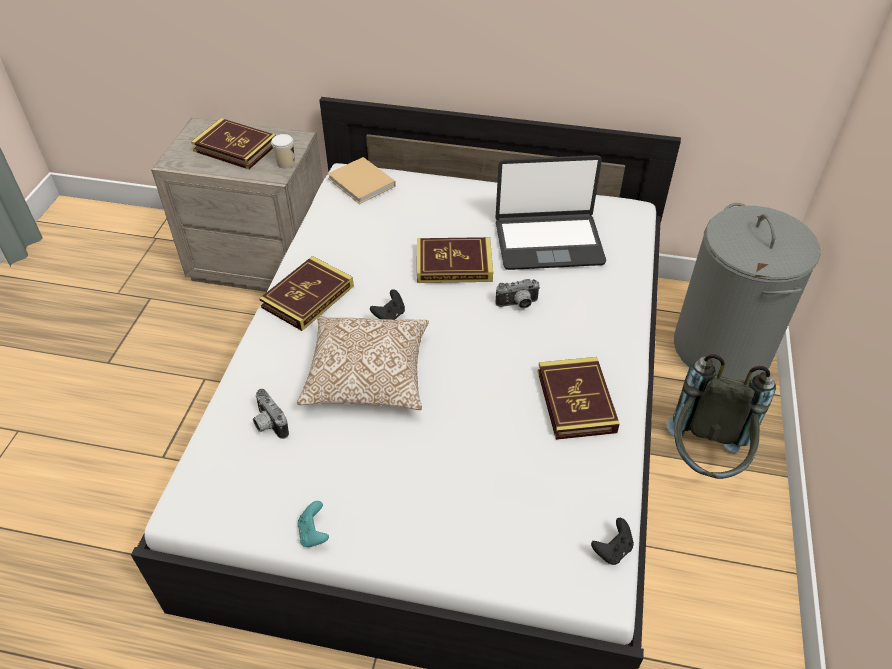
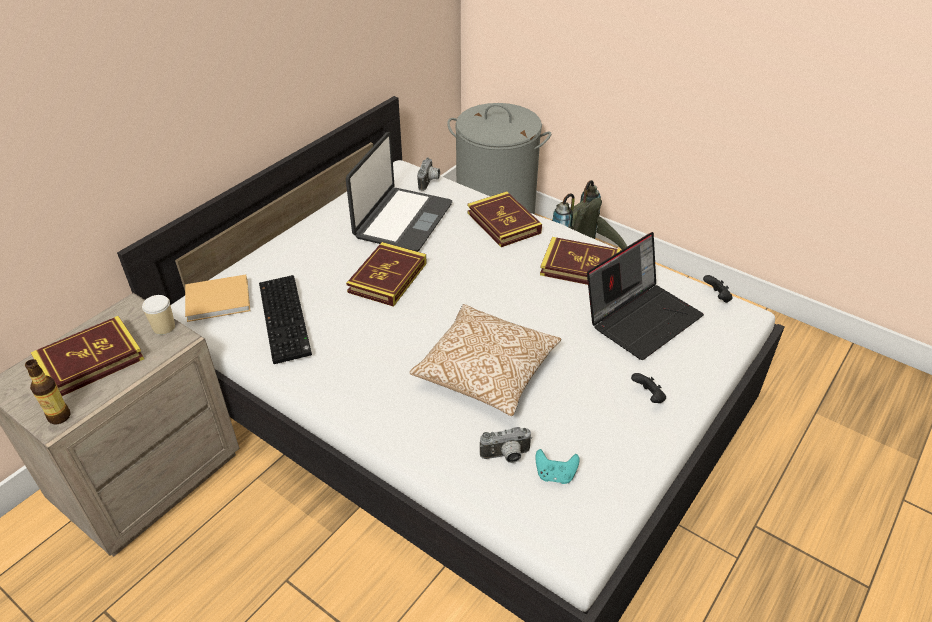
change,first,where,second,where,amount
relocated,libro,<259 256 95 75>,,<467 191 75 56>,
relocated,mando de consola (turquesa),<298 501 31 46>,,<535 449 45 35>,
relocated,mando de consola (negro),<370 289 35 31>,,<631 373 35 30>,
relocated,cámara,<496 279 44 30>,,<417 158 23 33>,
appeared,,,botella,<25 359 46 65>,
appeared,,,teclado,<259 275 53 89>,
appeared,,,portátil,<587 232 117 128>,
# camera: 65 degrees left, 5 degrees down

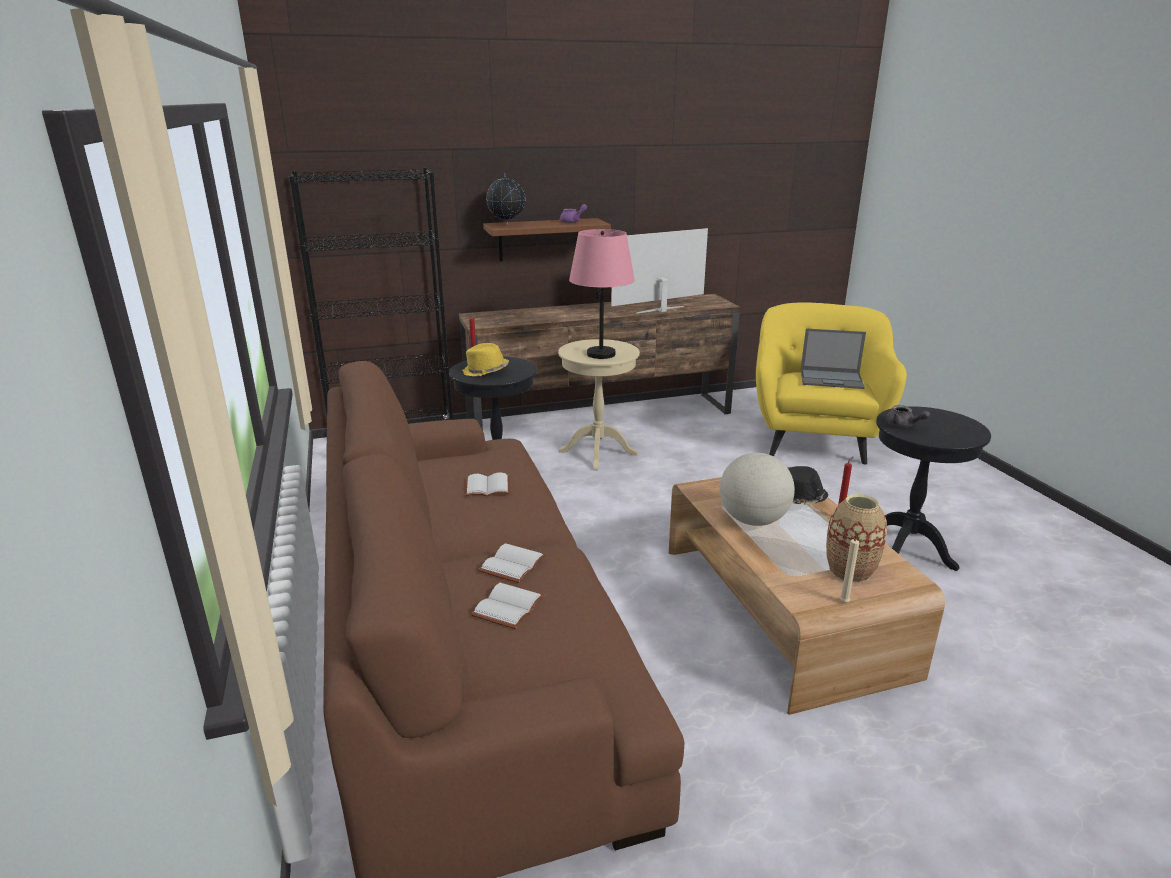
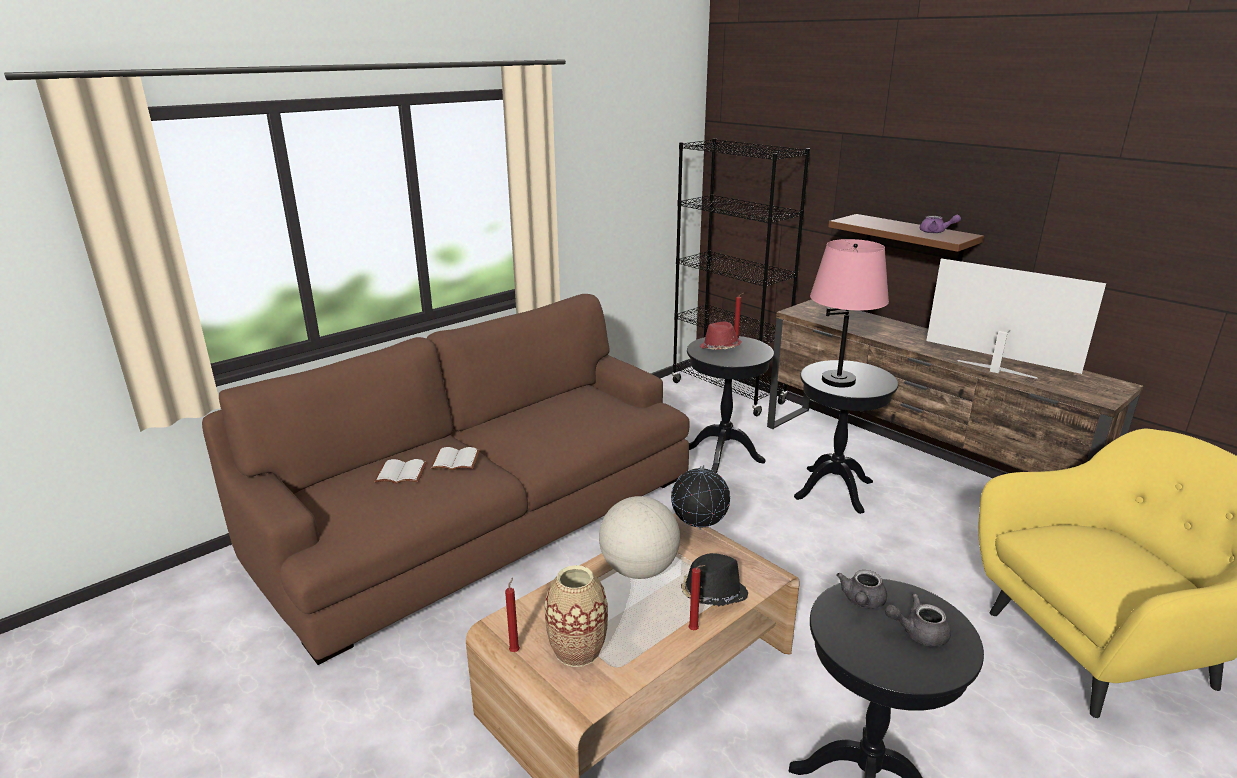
change,first,where,second,where,amount
colour,sombrero (amarillo),<462 343 47 33>,sombrero (rojo),<699 321 43 29>,
missing,libro (blanco),<465 473 45 23>,,,
relocated,globo terráqueo,<486 173 40 52>,,<671 465 59 65>,
colour,mesa auxiliar (beis),<558 339 82 131>,mesa auxiliar (negro),<794 360 104 154>,
missing,portátil,<801 329 65 60>,,,
colour,vela (beis),<840 531 19 72>,vela (rojo),<505 578 15 74>,
appeared,,,tetera (gris),<885 594 66 53>,
# camera: 65 degrees right, 0 degrees up

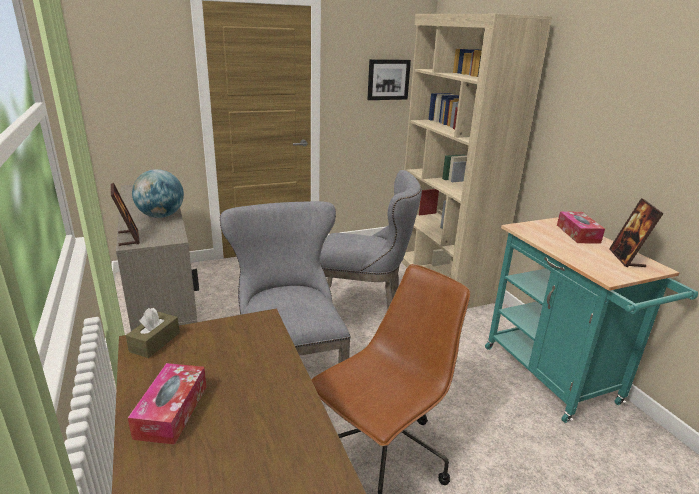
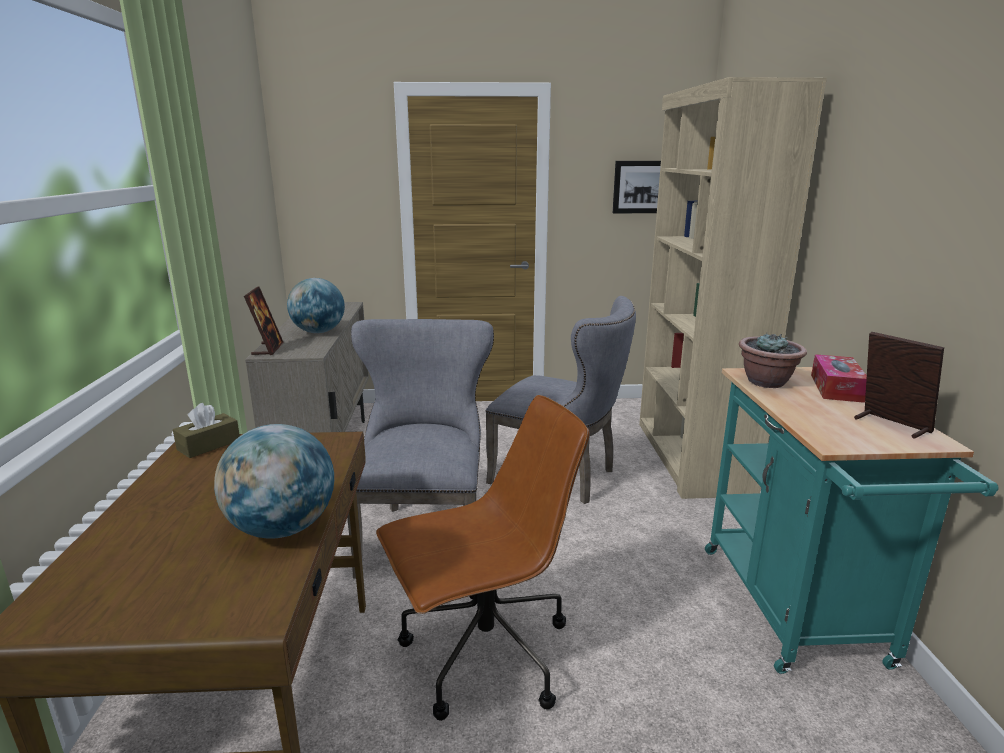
change,first,where,second,where,amount
missing,caja de pañuelos,<128 363 79 82>,,,
spun,portarretratos,<609 198 55 69>,,<854 332 90 107>,120 degrees clockwise
appeared,,,globo terráqueo,<214 424 120 115>,
appeared,,,planta en maceta,<739 334 68 54>,
# camera: 20 degrees right, 5 degrees down

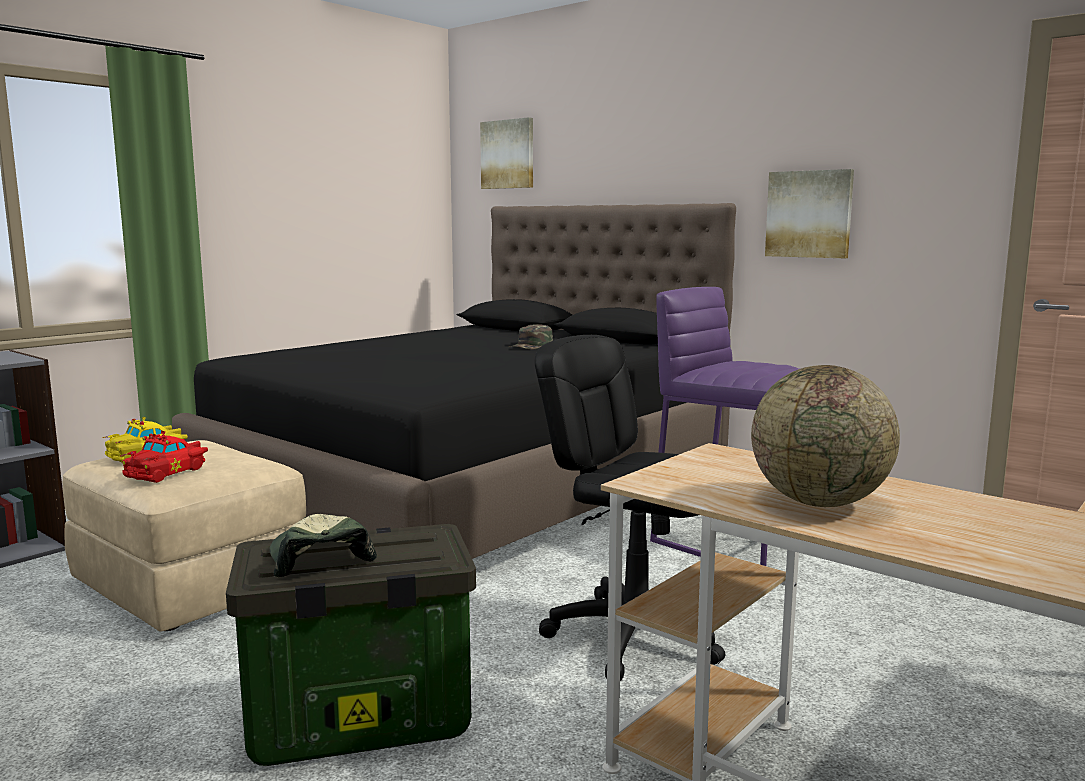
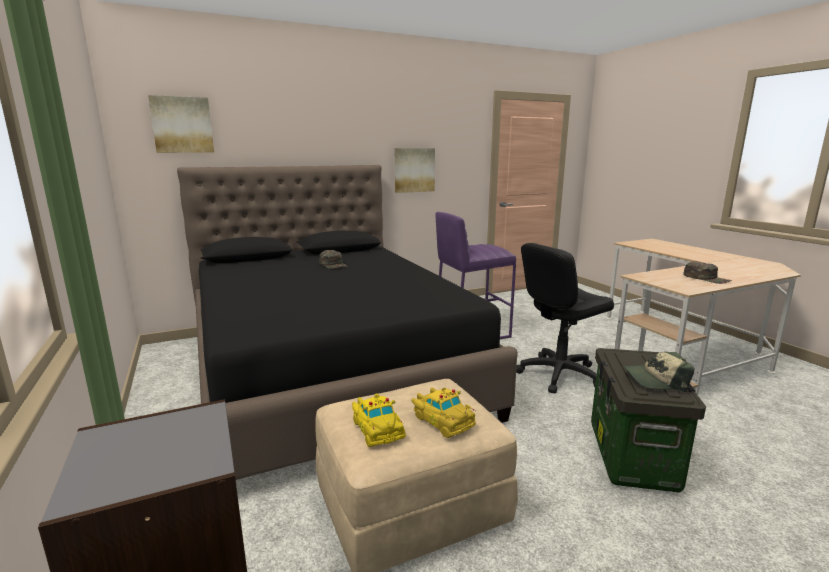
change,first,where,second,where,amount
colour,coche de juguete (rojo),<120 431 88 52>,coche de juguete (amarillo),<411 388 65 50>,
exchanged,globo terráqueo,<751 365 149 142>,gorra (verde),<683 261 49 23>,
# camera: 65 degrees left, 5 degrees up

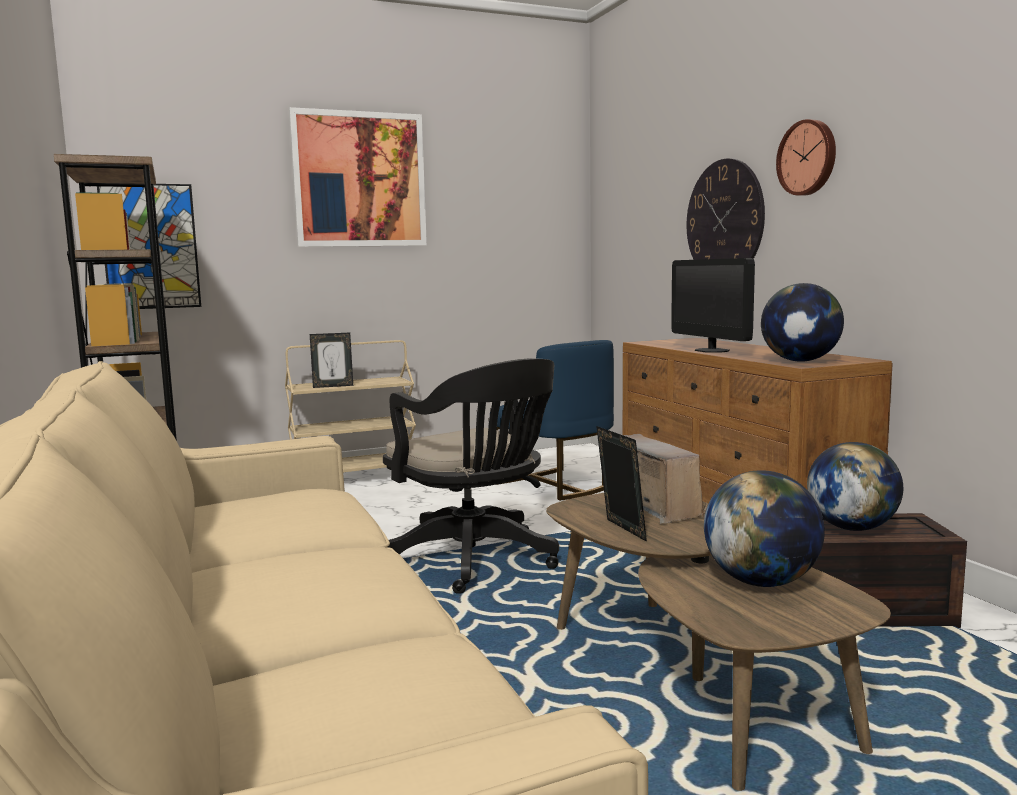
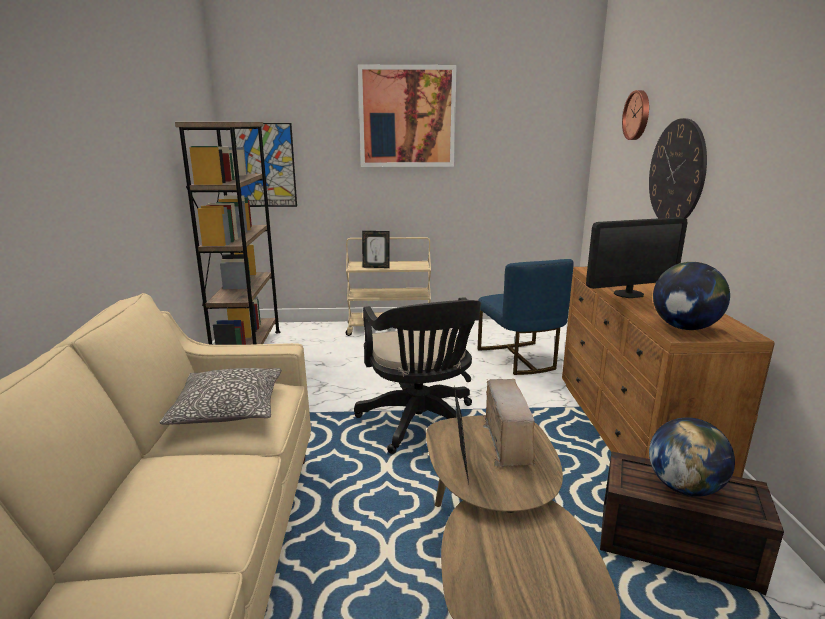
change,first,where,second,where,amount
spun,monitor,<671 258 84 95>,,<586 217 101 81>,105 degrees counterclockwise
missing,globo terráqueo,<704 470 121 117>,,,
relocated,reloj de pared,<776 119 60 77>,,<622 90 27 50>,
appeared,,,cojín,<159 368 123 57>,
# camera: 20 degrees right, 10 degrees up

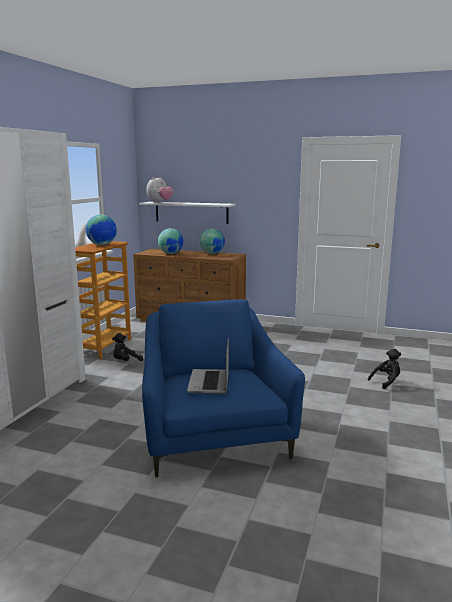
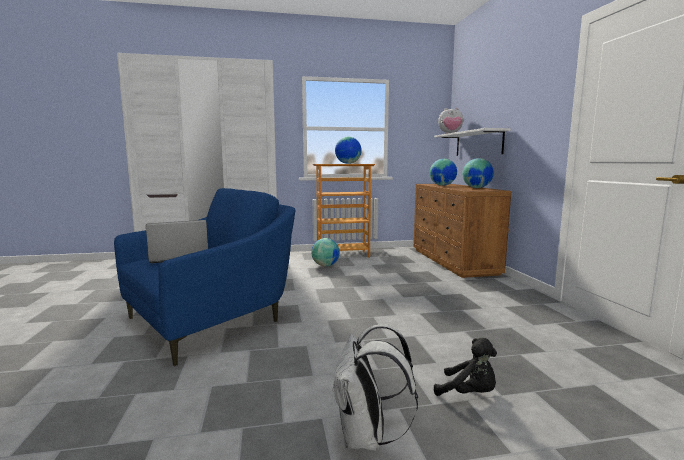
change,first,where,second,where,amount
exchanged,peluche (negro),<112 333 31 28>,globo terráqueo,<311 238 29 28>,
appeared,,,mochila (blanco),<332 324 86 127>,
# camera: 60 degrees right, 5 degrees down

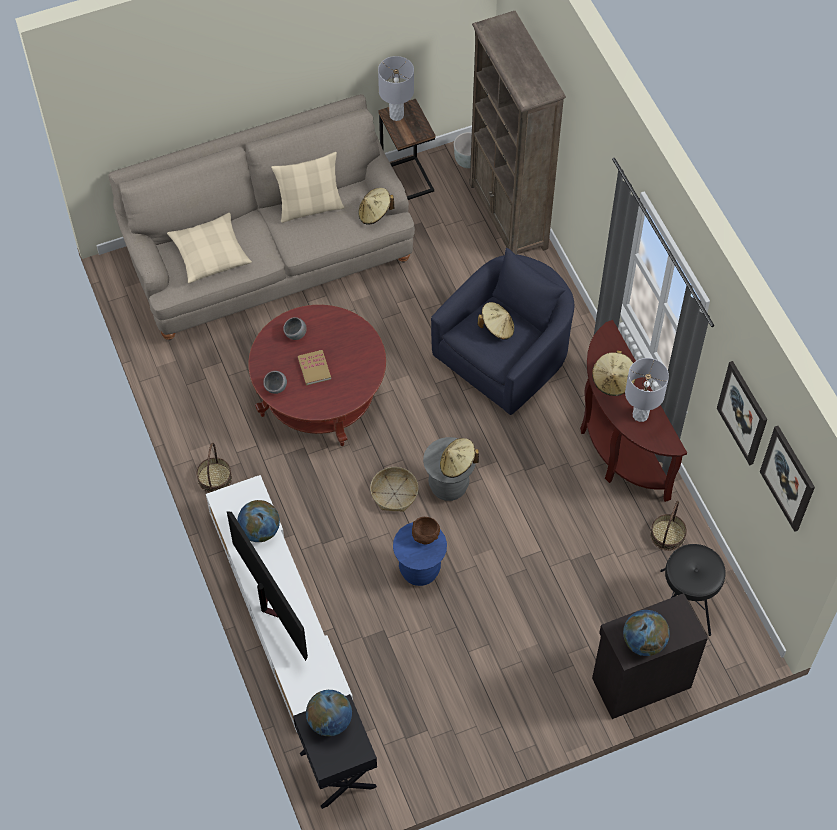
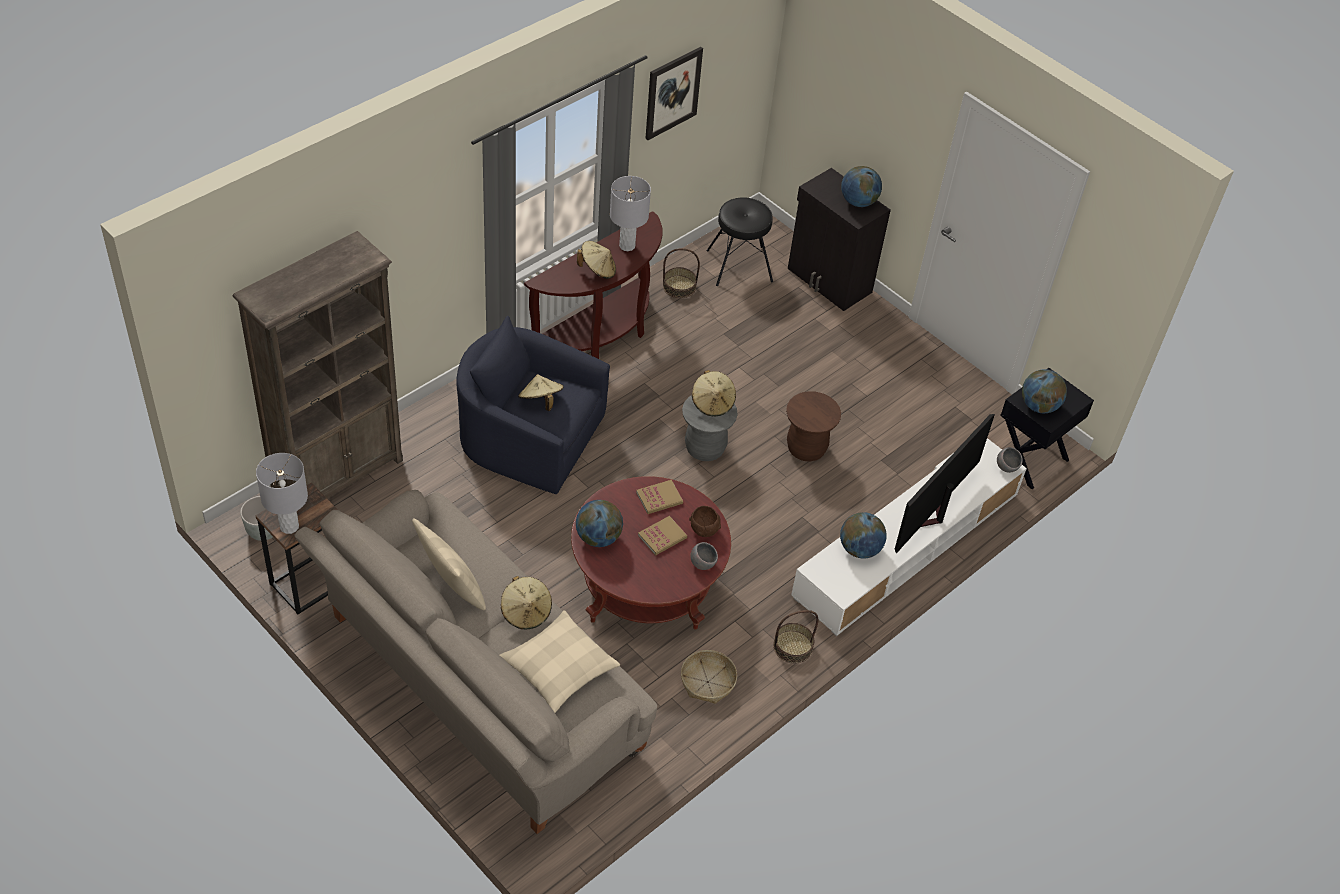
change,first,where,second,where,amount
relocated,cuenco (gris),<283 317 24 23>,,<997 447 26 26>,
relocated,sombrero (beis),<359 188 35 37>,,<501 576 51 53>,
relocated,cesta,<370 467 49 45>,,<681 650 56 54>,
colour,taburete (azul),<393 522 54 64>,taburete (marrón),<786 391 55 70>,
relocated,cuenco (marrón),<412 517 28 27>,,<689 506 32 31>,
missing,cuadro,<760 426 55 106>,,,
appeared,,,globo terráqueo,<576 500 47 47>,
appeared,,,libro,<636 480 47 34>,
# camera: 115 degrees left, 10 degrees down

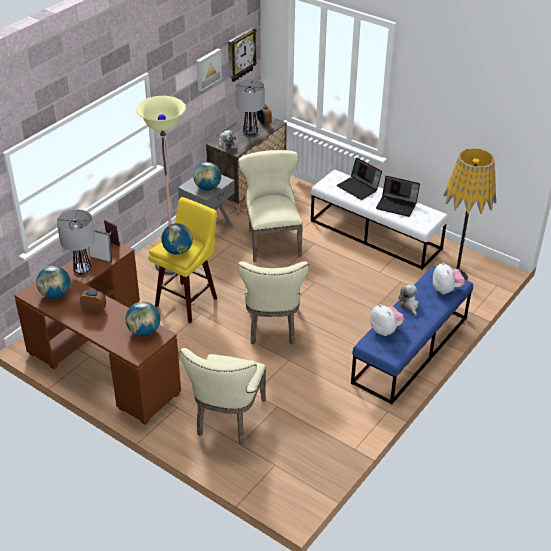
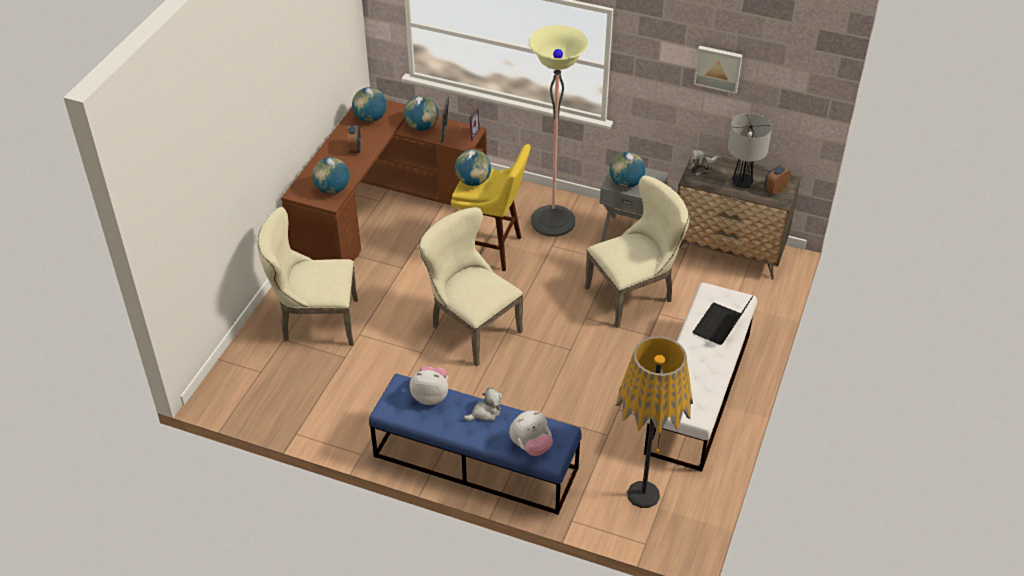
change,first,where,second,where,amount
exchanged,lámpara de mesa,<57 209 38 66>,globo terráqueo,<404 96 34 35>,
missing,reloj de pared,<228 27 29 55>,,,
spun,silla (beis),<238 261 71 84>,,<419 207 104 159>,60 degrees clockwise
spun,peluche,<370 304 34 32>,,<410 366 38 39>,120 degrees counterclockwise
missing,portátil,<376 176 44 41>,,,
# camera: 75 degrees right, 5 degrees up

